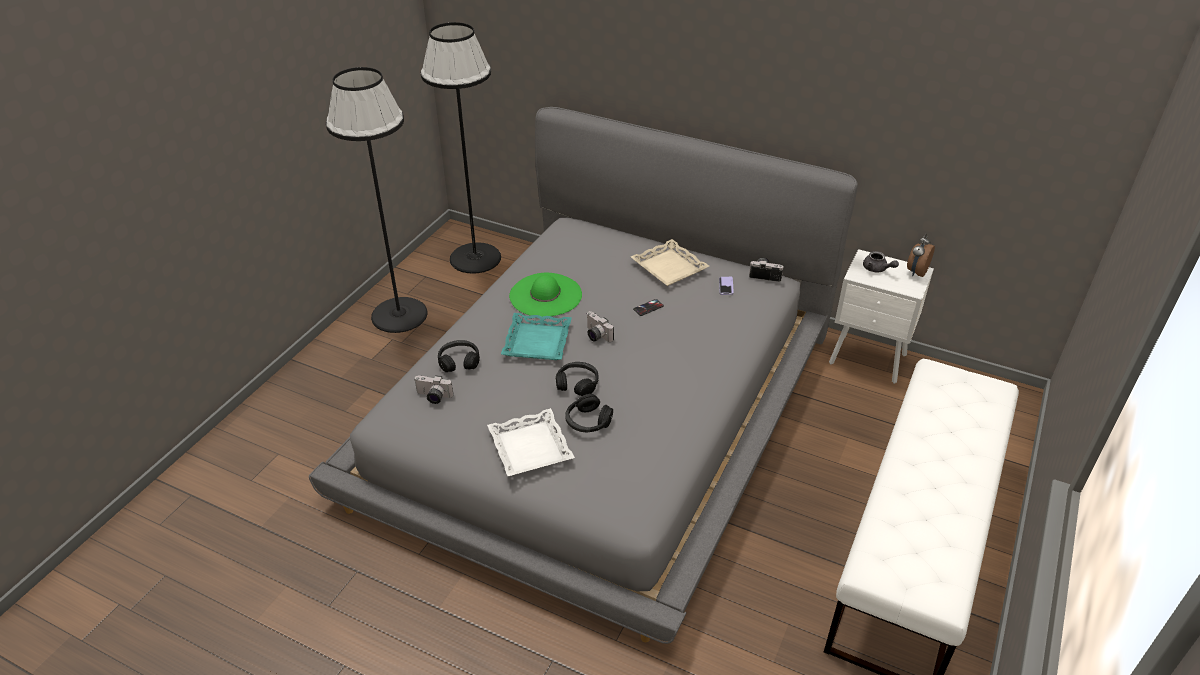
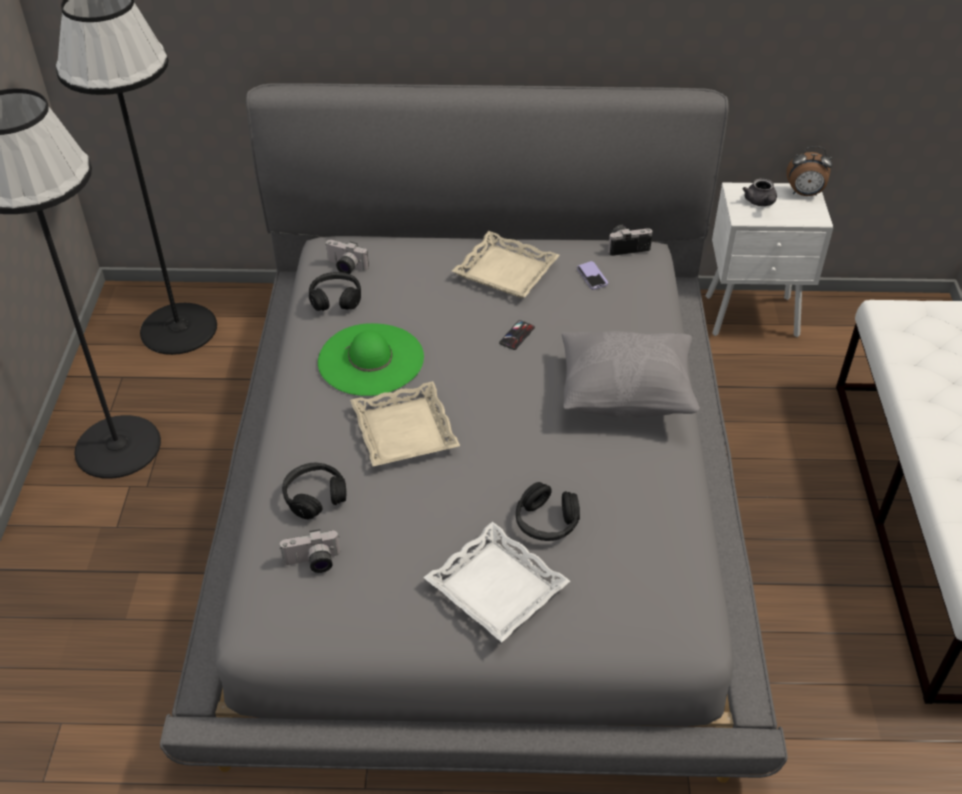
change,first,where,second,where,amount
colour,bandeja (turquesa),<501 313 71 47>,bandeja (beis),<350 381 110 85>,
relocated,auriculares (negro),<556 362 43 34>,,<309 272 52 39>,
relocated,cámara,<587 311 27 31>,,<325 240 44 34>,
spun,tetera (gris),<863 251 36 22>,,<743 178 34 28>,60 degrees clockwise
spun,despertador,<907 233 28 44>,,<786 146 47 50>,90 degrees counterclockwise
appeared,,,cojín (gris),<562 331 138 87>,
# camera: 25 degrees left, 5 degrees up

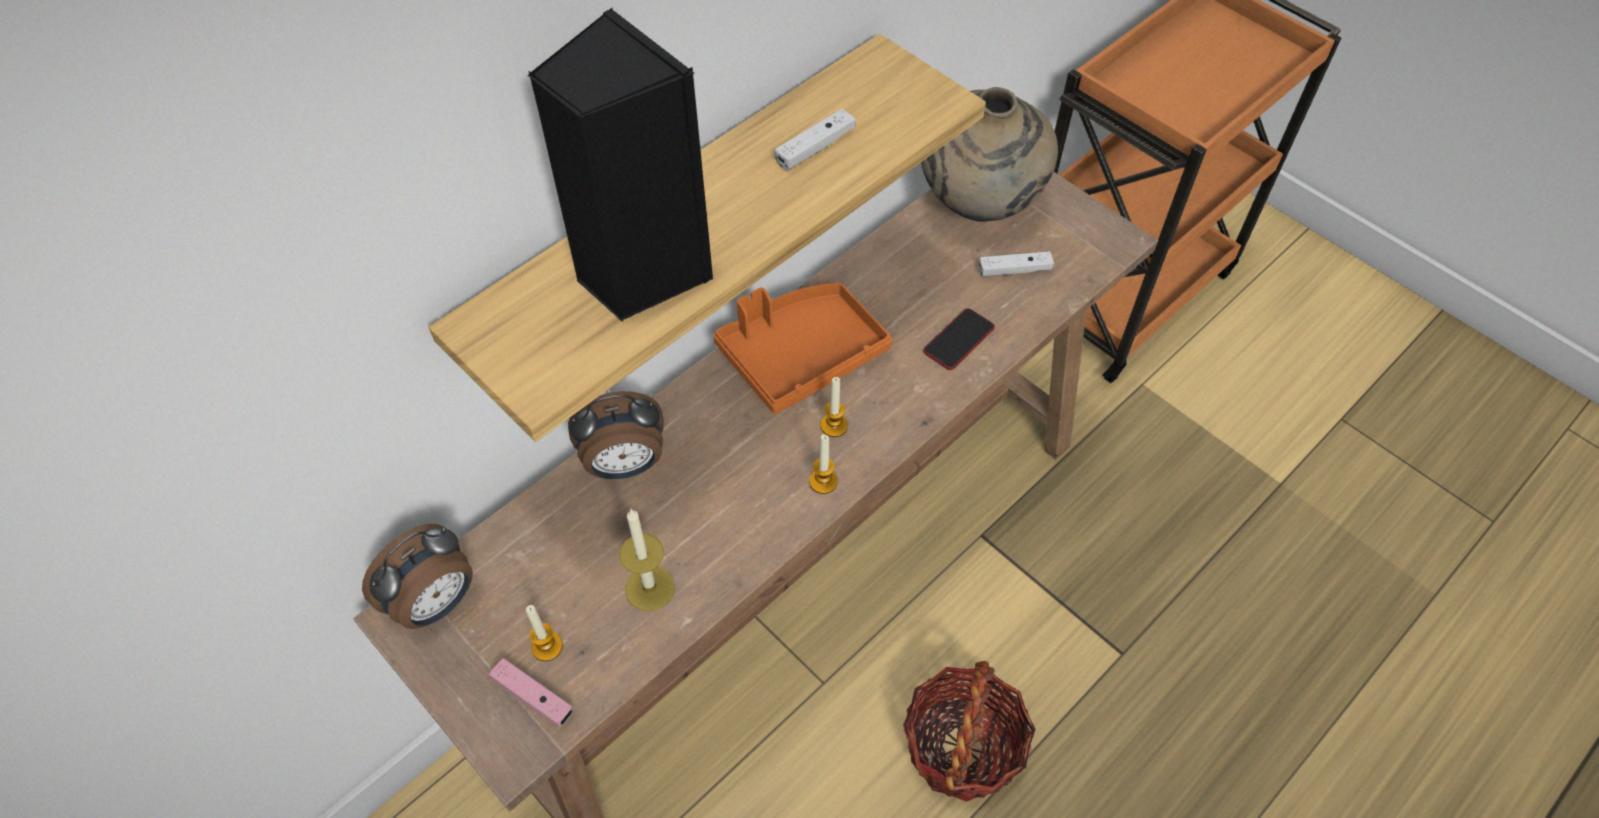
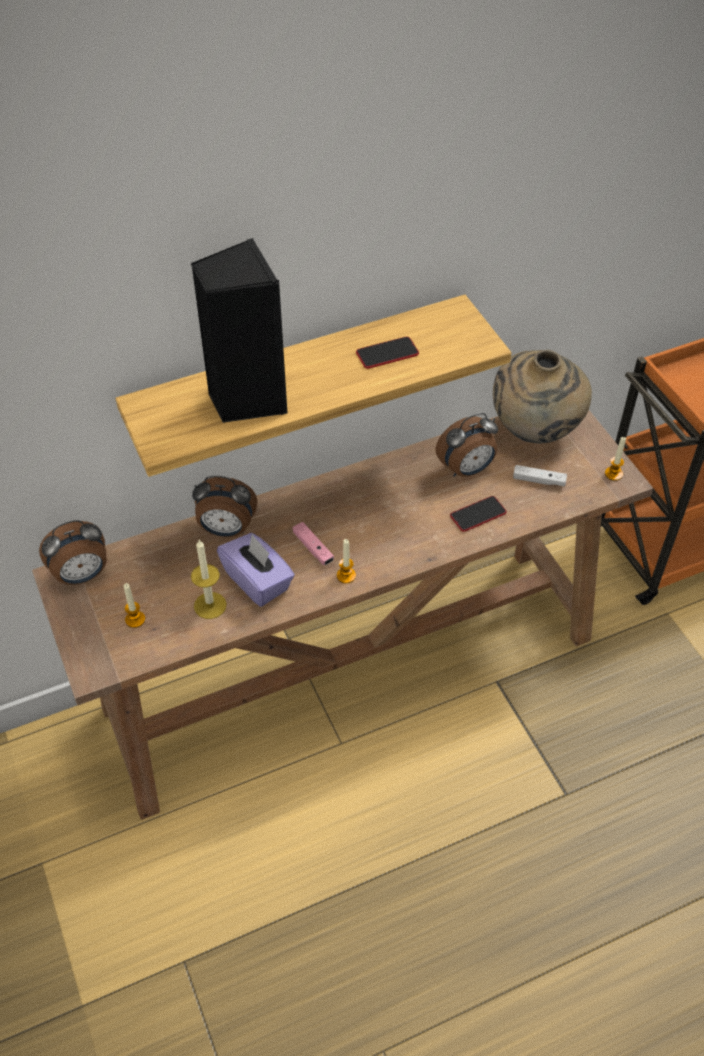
change,first,where,second,where,amount
relocated,mando de consola (rosa),<489 658 85 69>,,<293 522 41 43>,
missing,bandeja (naranja),<713 283 179 131>,,,
exchanged,mando de consola (blanco),<775 109 81 62>,móvil,<356 337 63 32>,
relocated,vela,<820 377 28 60>,,<605 437 21 44>,
missing,cesta,<903 661 133 141>,,,
appeared,,,caja de pañuelos (morado),<217 533 78 74>,
appeared,,,despertador,<435 413 63 64>,
# camera: 20 degrees right, 5 degrees down

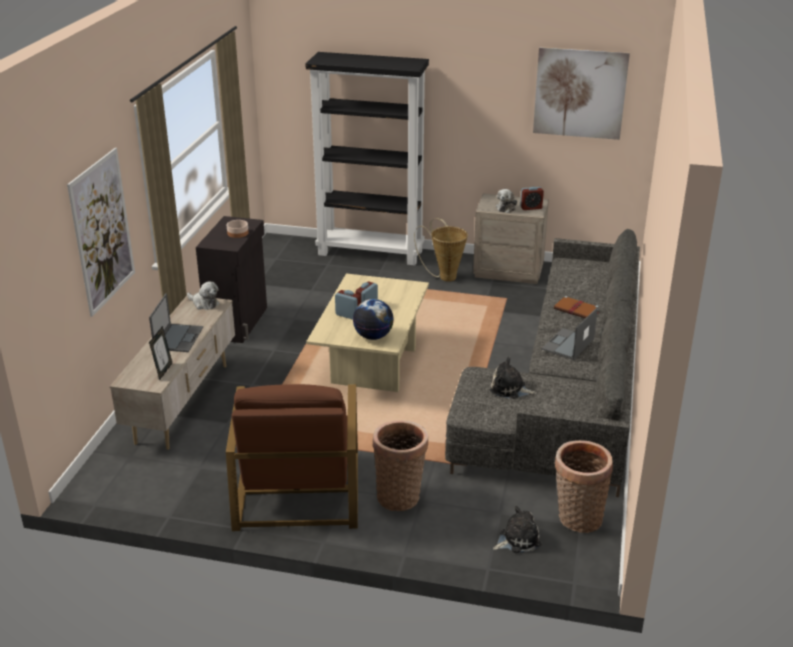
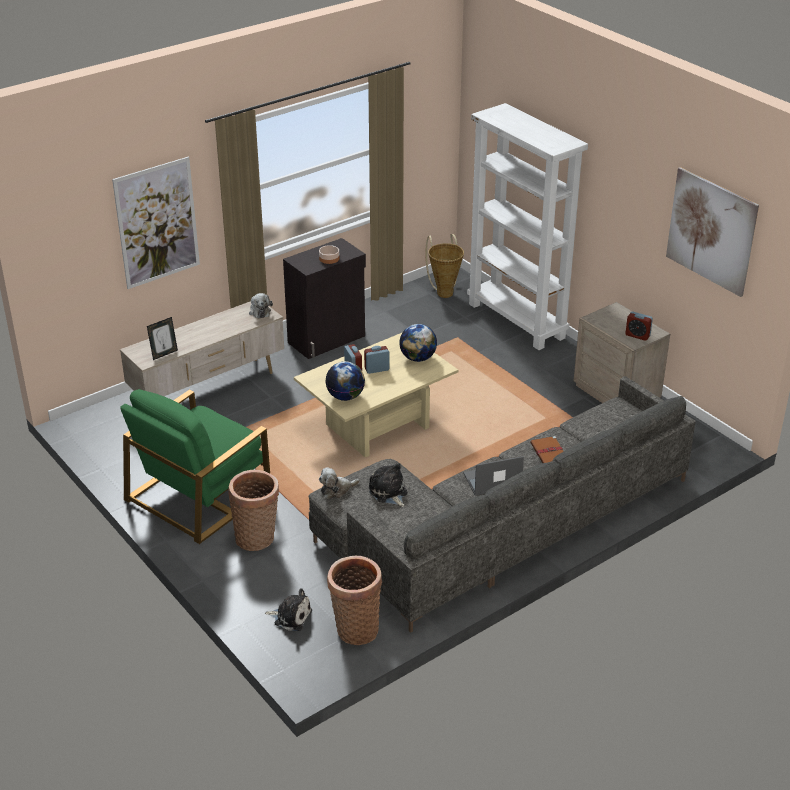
change,first,where,second,where,amount
missing,portátil,<149 293 54 59>,,,
colour,sillón (marrón),<226 384 132 147>,sillón (verde),<120 389 150 155>,
colour,estantería (negro),<305 52 124 213>,estantería (blanco),<467 103 121 247>,
relocated,cesta,<414 218 54 64>,,<426 234 38 64>,
relocated,peluche,<496 189 21 24>,,<319 468 41 31>,
appeared,,,globo terráqueo,<399 324 38 38>,
# camera: 40 degrees right, 5 degrees up

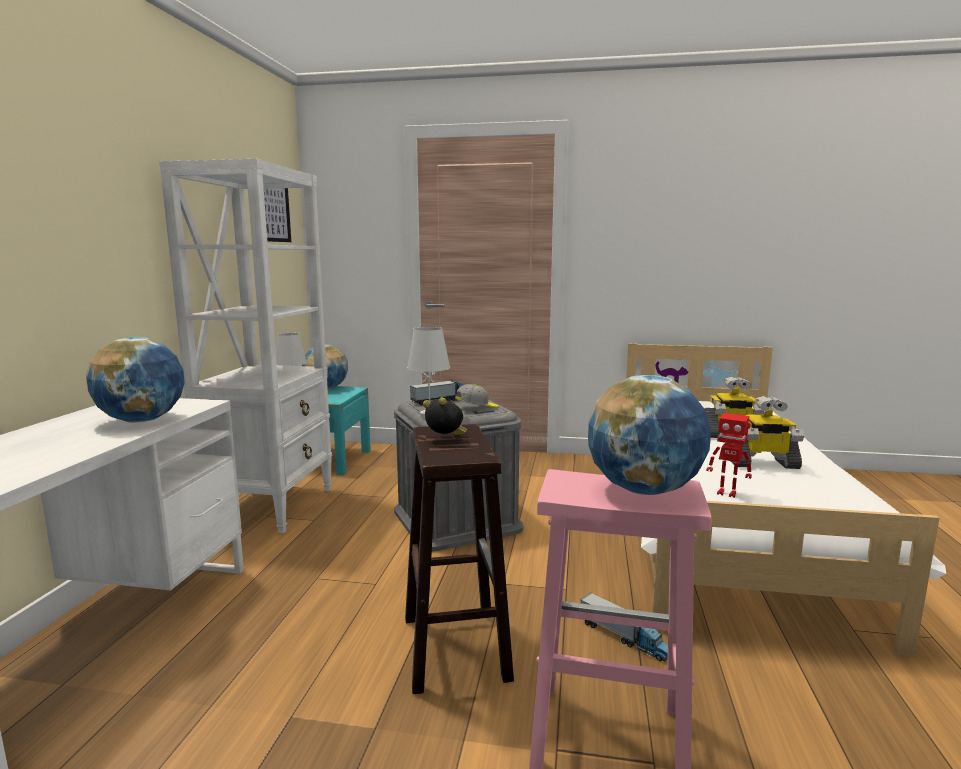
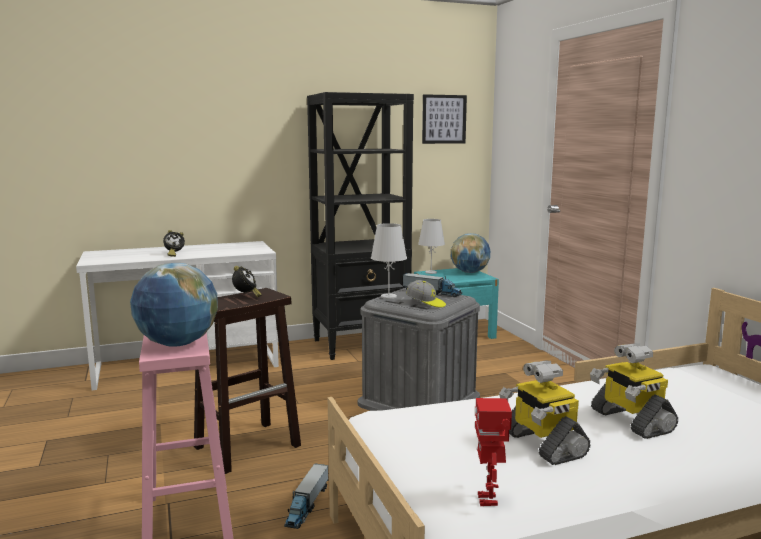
change,first,where,second,where,amount
missing,globo terráqueo,<86 337 99 85>,,,
colour,estantería (blanco),<159 159 173 374>,estantería (negro),<307 92 107 268>,
relocated,robot de juguete,<707 413 45 85>,,<475 398 37 108>,
appeared,,,despertador,<163 230 22 27>,
# camera: 60 degrees right, 0 degrees up

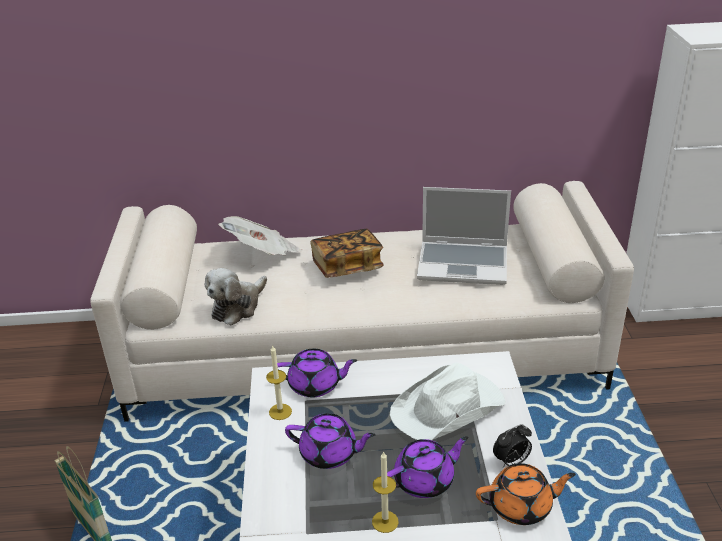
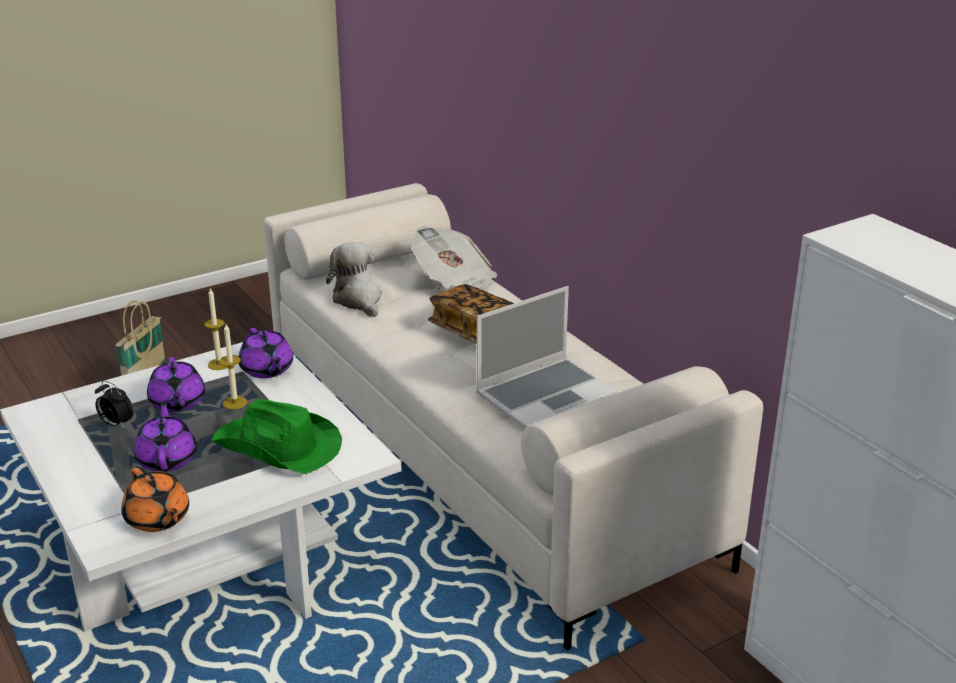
change,first,where,second,where,amount
spun,peluche,<205 268 62 57>,,<326 242 56 75>,60 degrees clockwise
relocated,vela,<372 452 27 81>,,<220 324 27 86>,
spun,tetera (morado),<387 436 81 62>,,<134 401 63 71>,135 degrees counterclockwise
colour,sombrero (blanco),<390 362 116 78>,sombrero (verde),<212 399 130 75>,
spun,portátil,<417 187 94 98>,,<476 286 142 143>,105 degrees counterclockwise
relocated,despertador,<493 424 39 43>,,<95 381 38 48>,
# camera: 60 degrees right, 5 degrees down

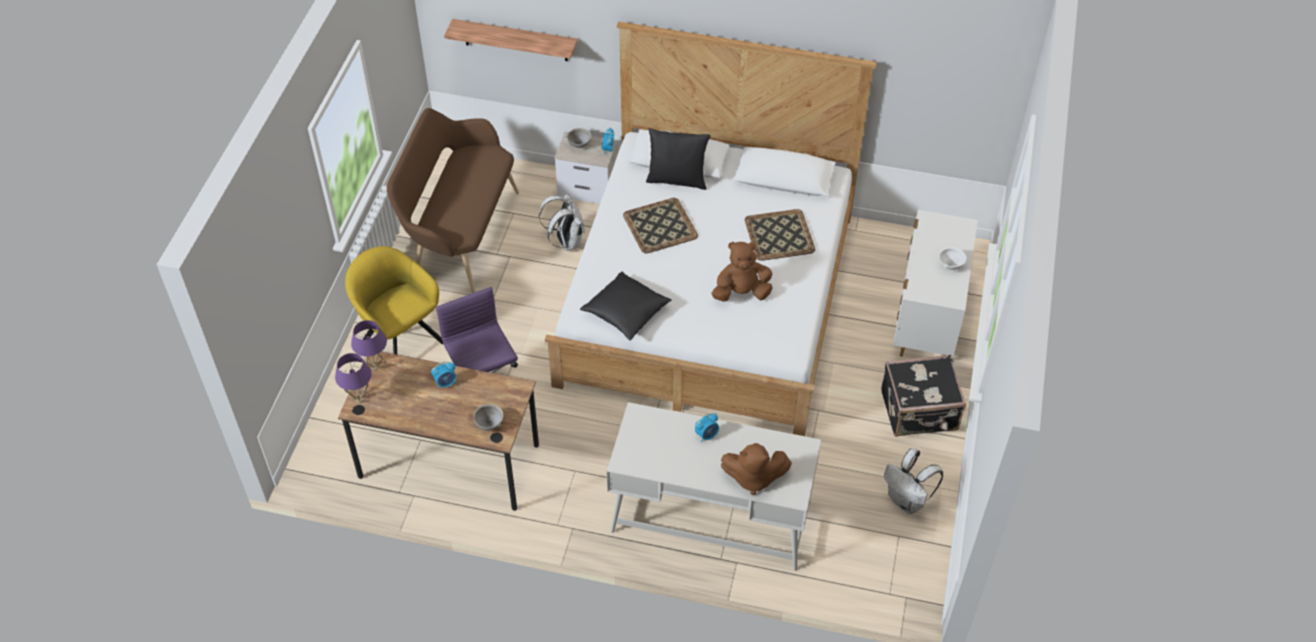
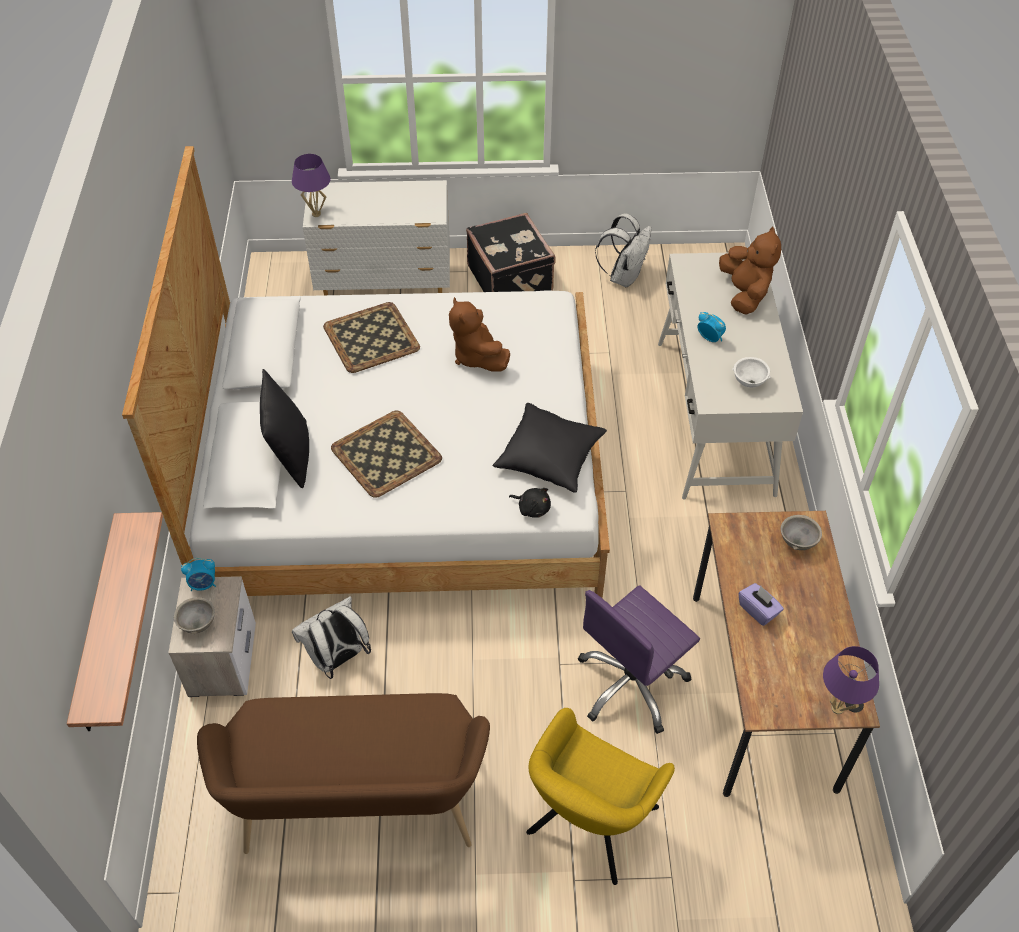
change,first,where,second,where,amount
relocated,lámpara de mesa (morado),<351 320 36 50>,,<292 154 38 63>,
exchanged,despertador,<431 362 25 27>,caja de pañuelos (morado),<739 583 45 43>,
relocated,cuenco (blanco),<939 247 27 23>,,<732 357 39 30>,
appeared,,,peluche (negro),<509 488 42 30>,
# camera: 105 degrees left, 0 degrees up

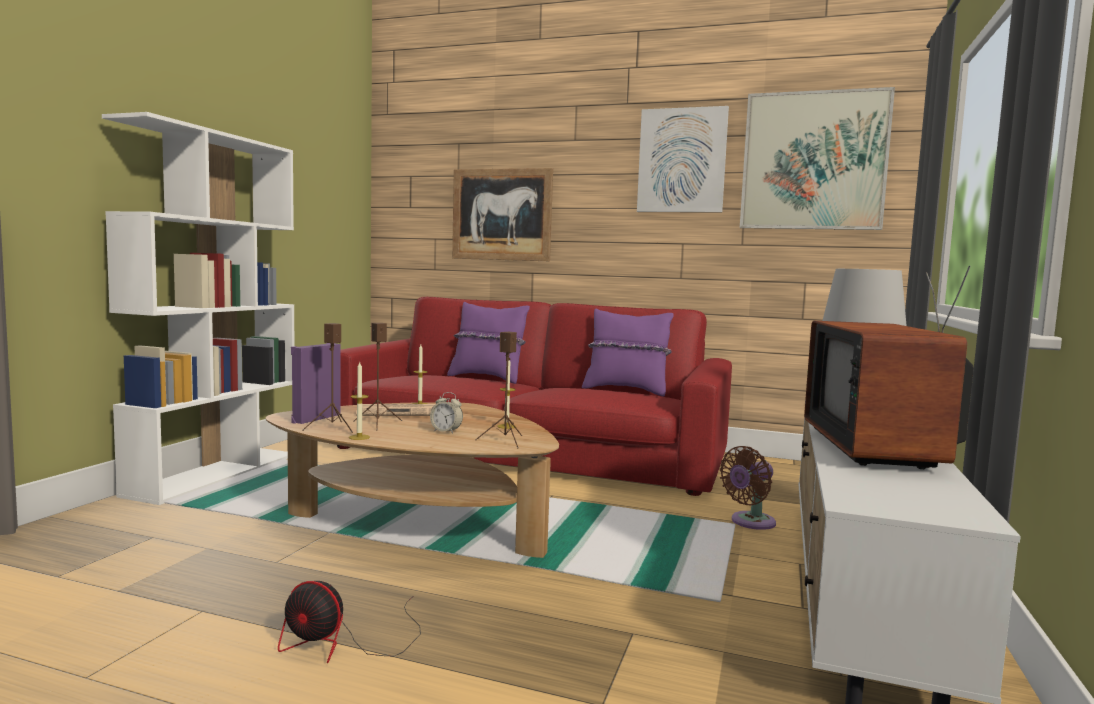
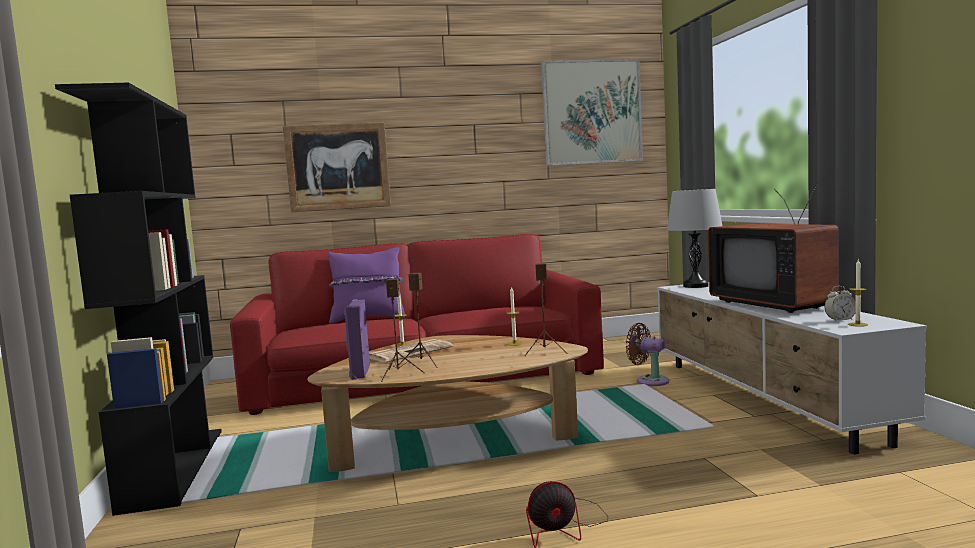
change,first,where,second,where,amount
colour,estantería (blanco),<102 112 192 393>,estantería (negro),<55 83 167 433>,
relocated,vela,<349 362 21 78>,,<848 260 20 67>,
relocated,despertador,<430 392 33 41>,,<825 286 31 36>,
missing,cojín (morado),<582 308 92 89>,,,
missing,cuadro,<637 106 92 107>,,,
spun,ventilador (marrón),<719 446 57 84>,,<626 323 43 63>,105 degrees clockwise
# camera: 30 degrees left, 0 degrees up

